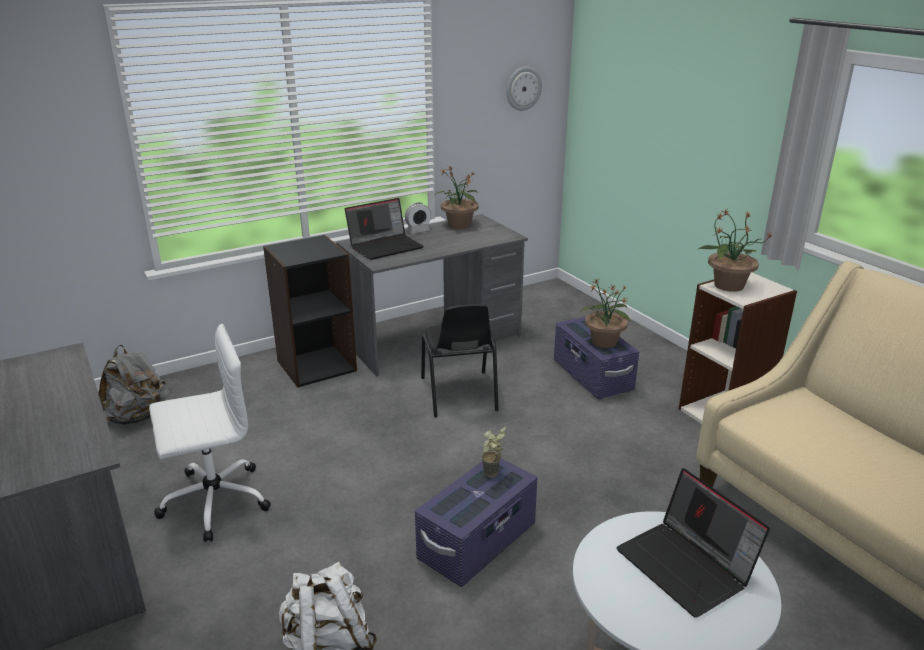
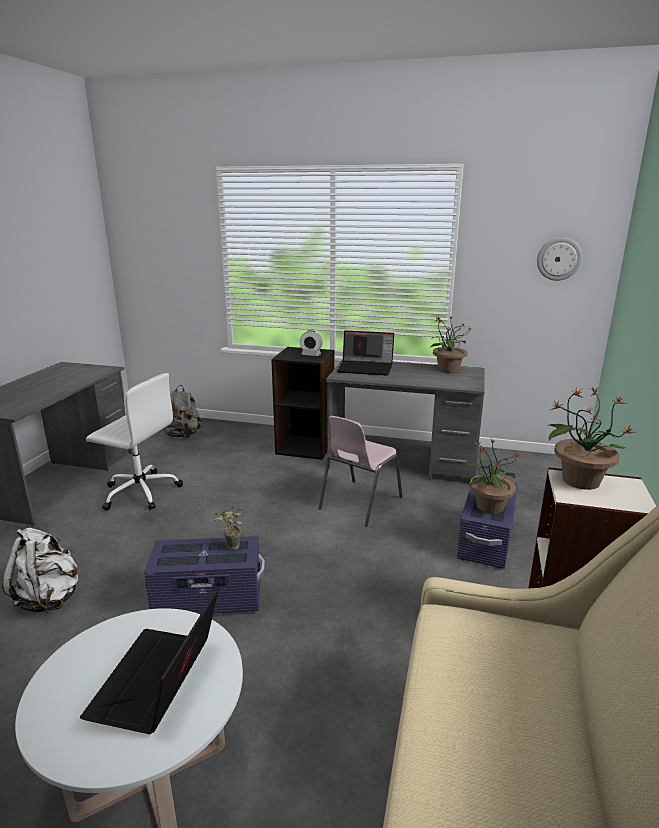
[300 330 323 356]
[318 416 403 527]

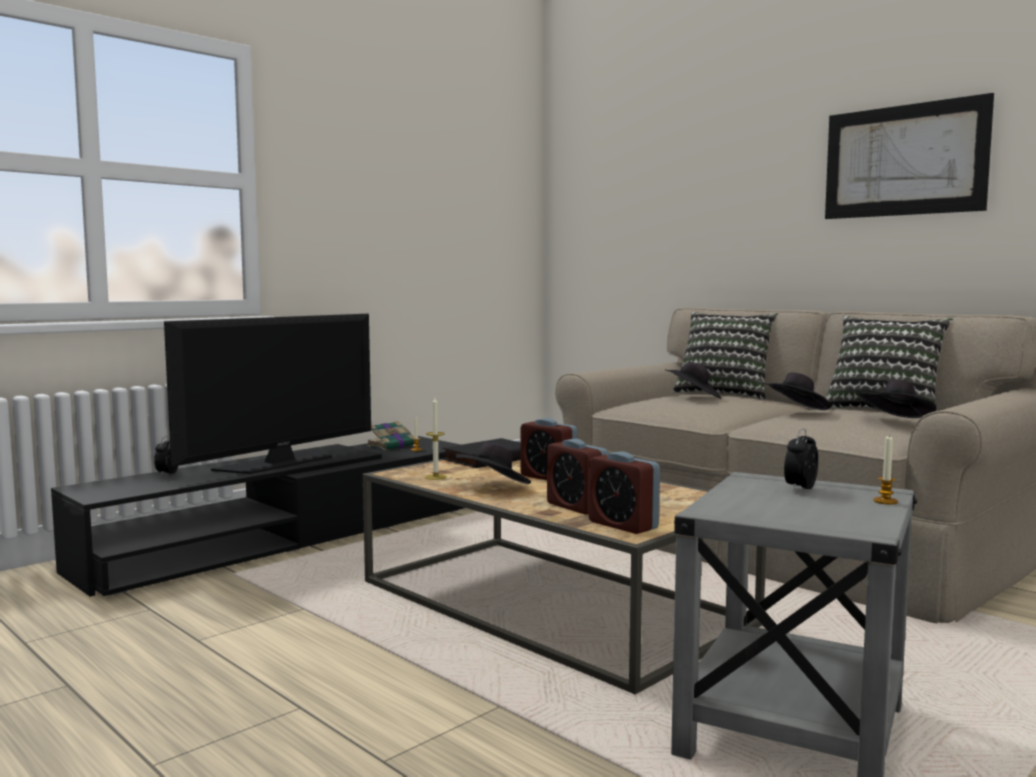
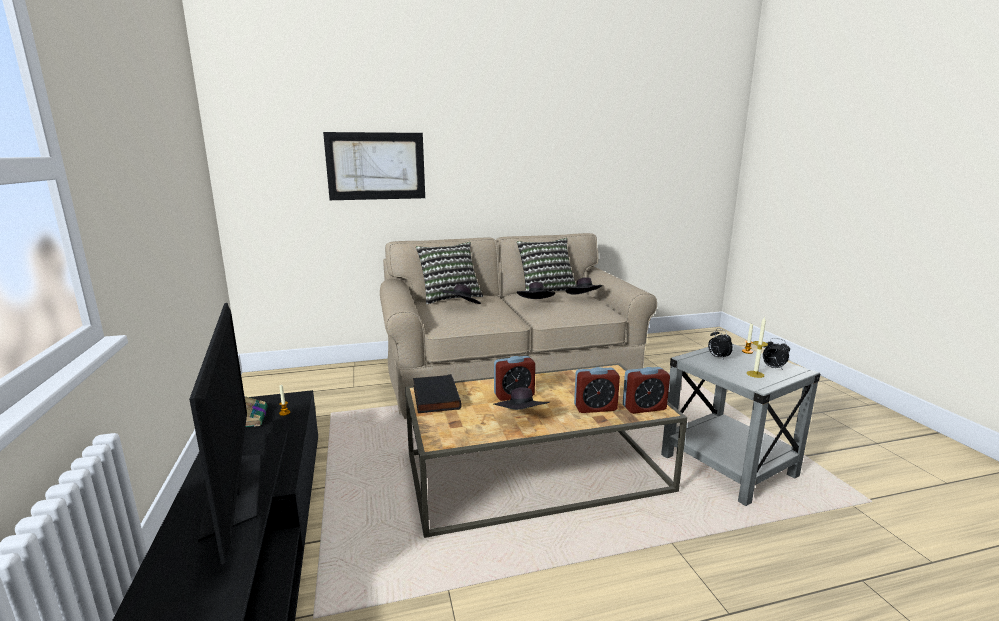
[763 338 790 370]
[747 316 768 378]
[323 132 425 200]

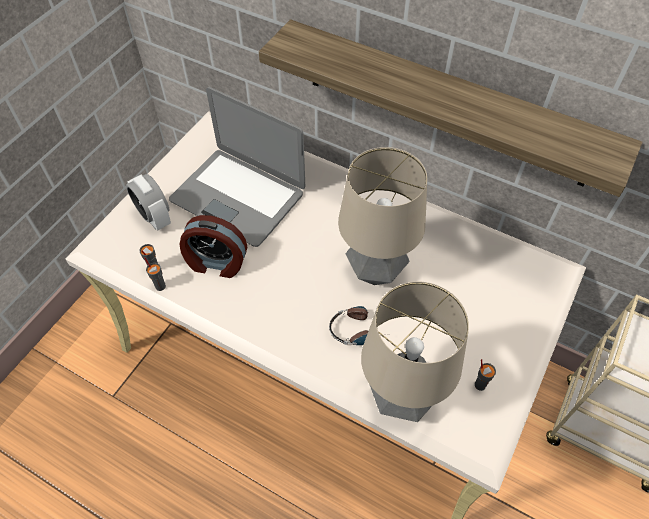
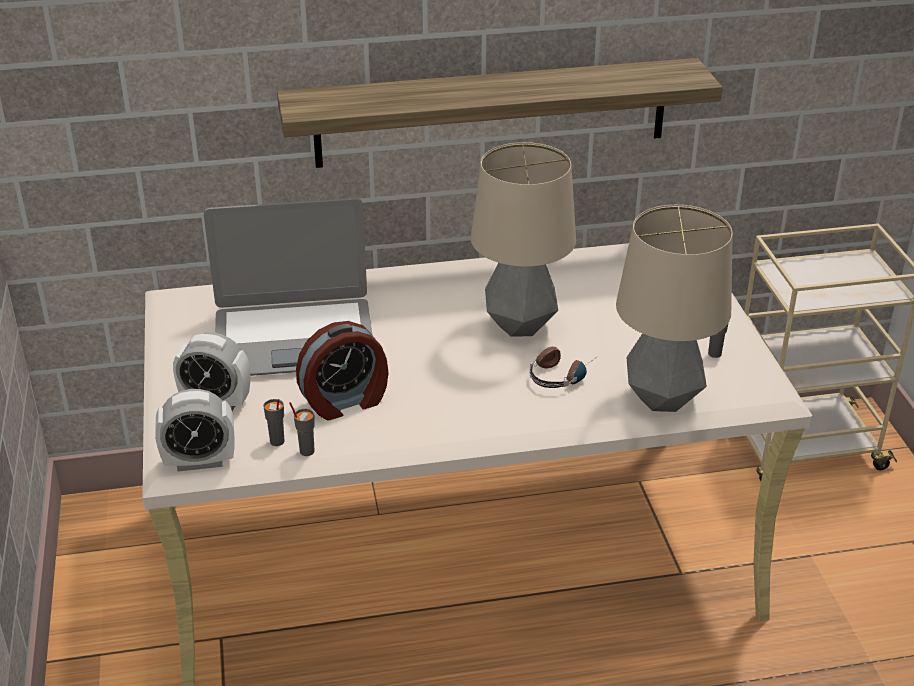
[155 389 234 471]

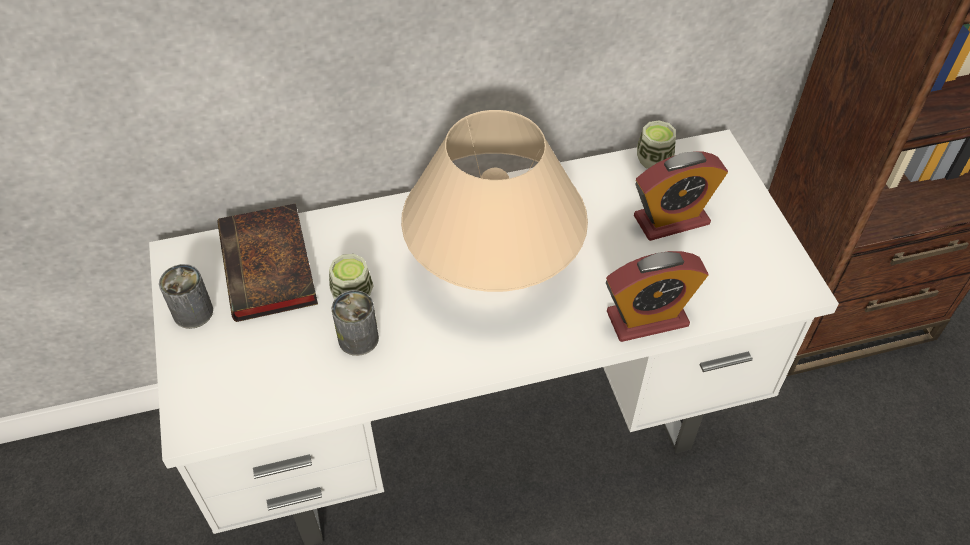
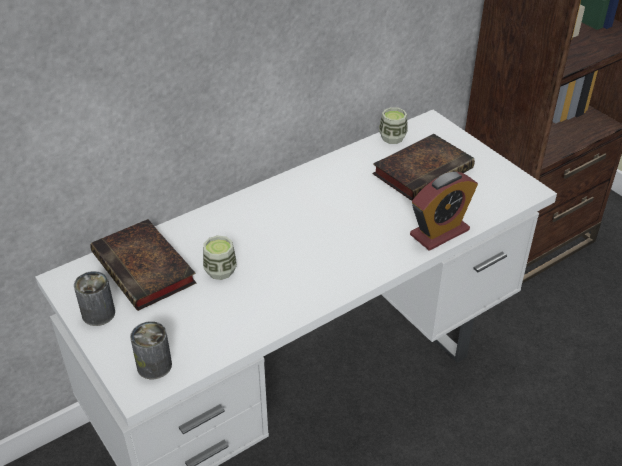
[130 321 172 379]
[401 110 588 292] (first image)
[372 134 475 201]

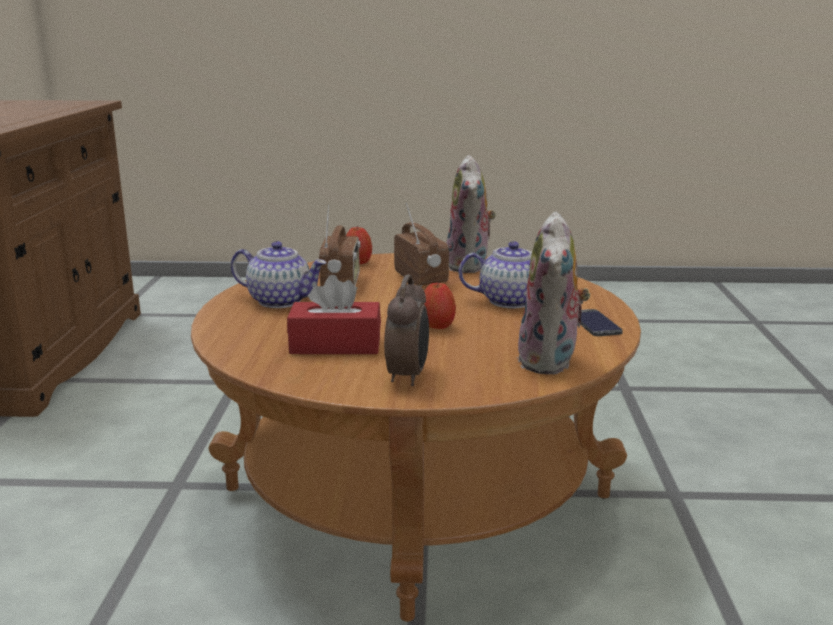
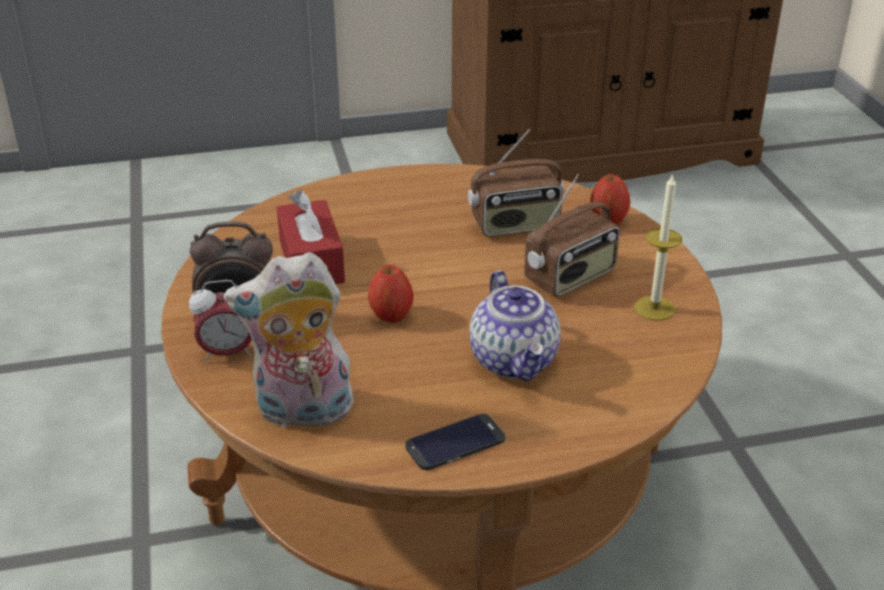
[231 241 327 308] (first image)
[634 173 682 321]
[189 280 252 362]

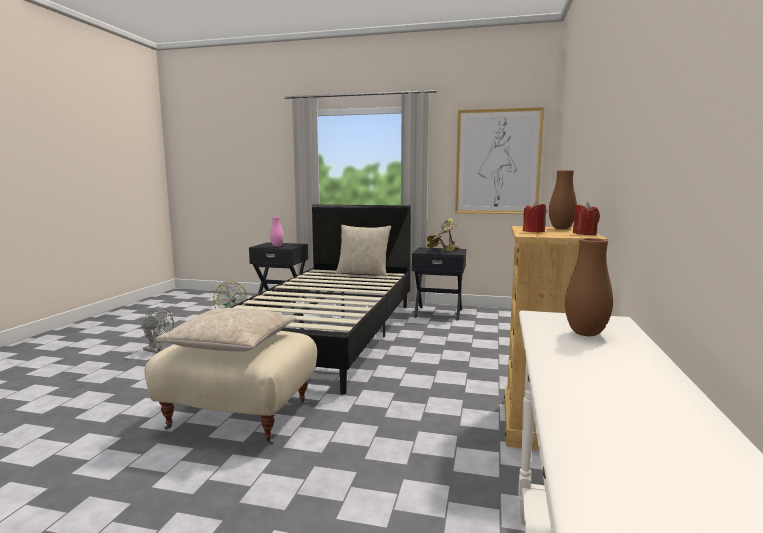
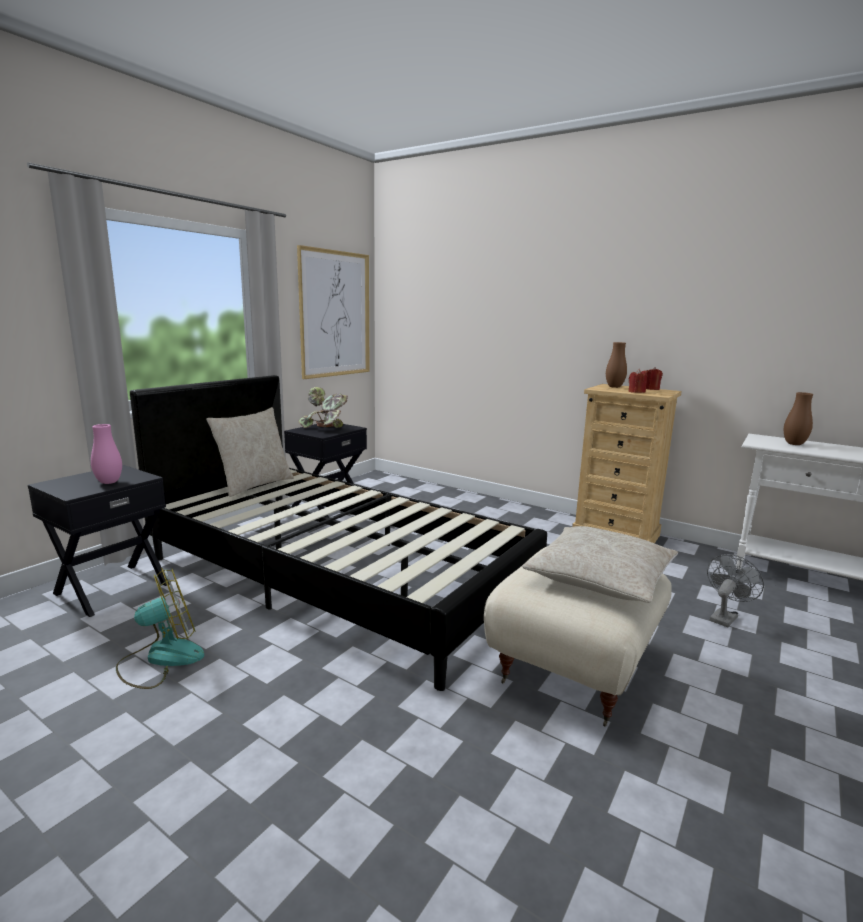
[707 554 764 627]

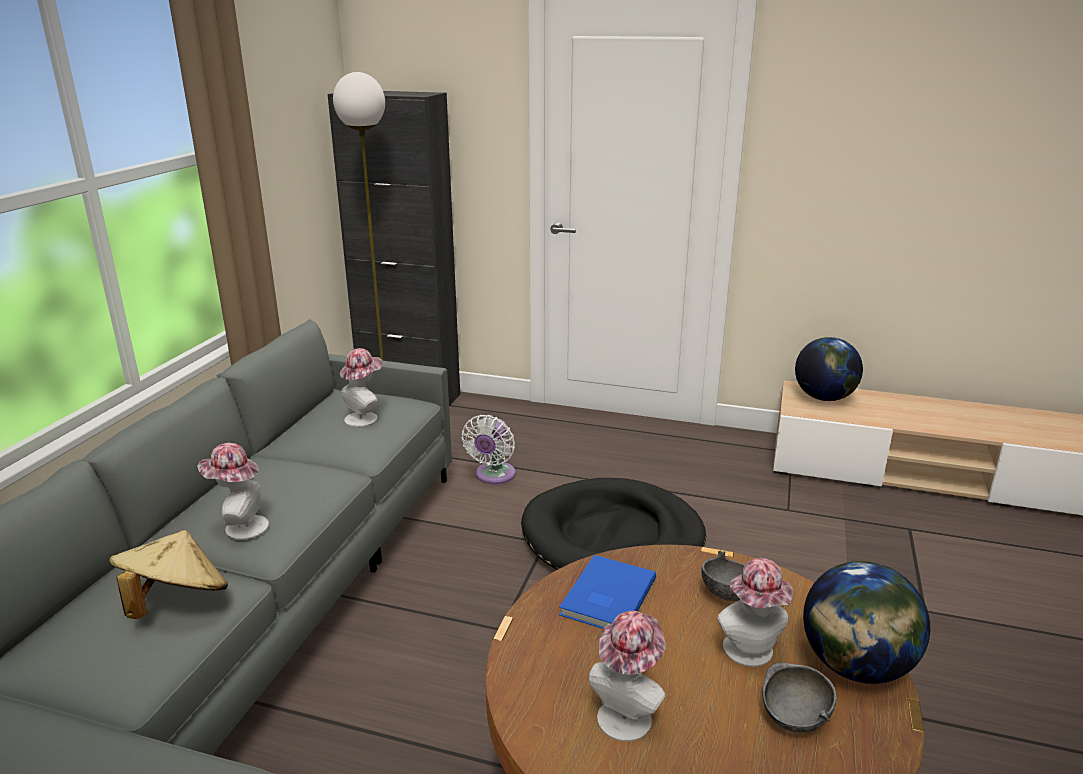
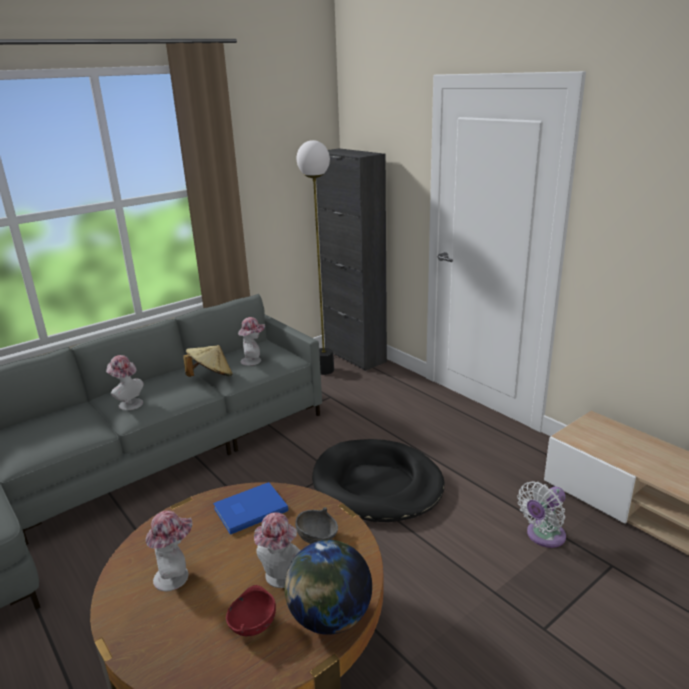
[183 345 233 377]
[517 481 566 548]
[226 585 276 637]
[795 337 863 401] (first image)

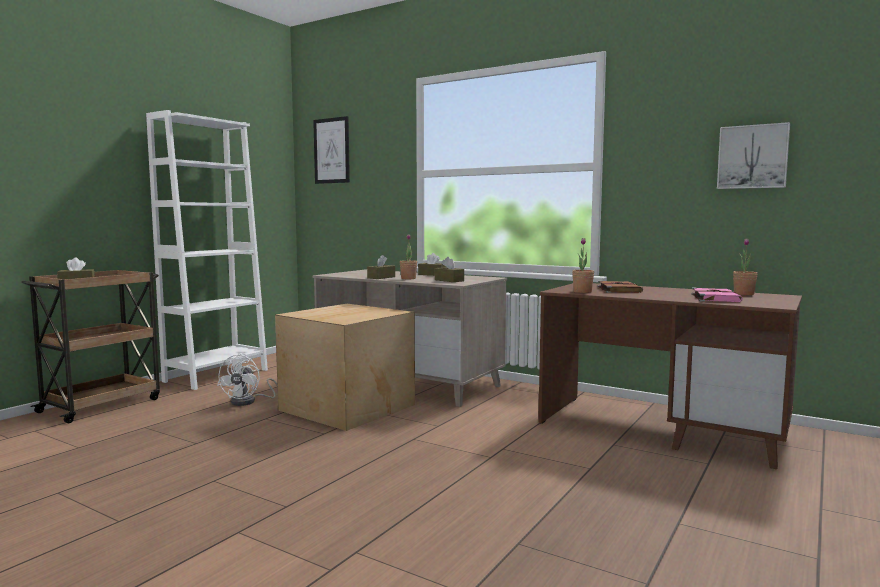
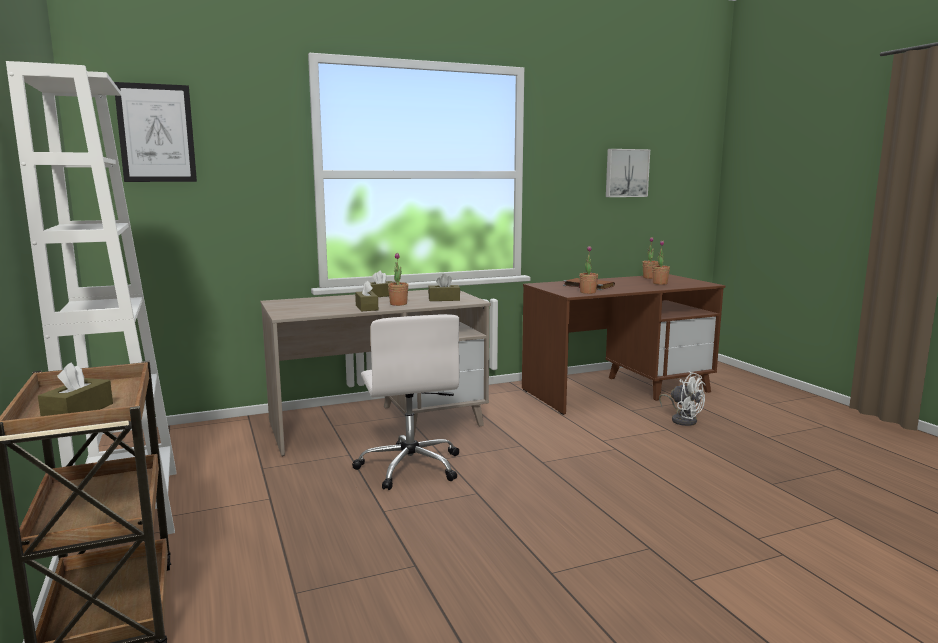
[659 371 705 426]
[352 314 459 490]
[652 241 670 285]

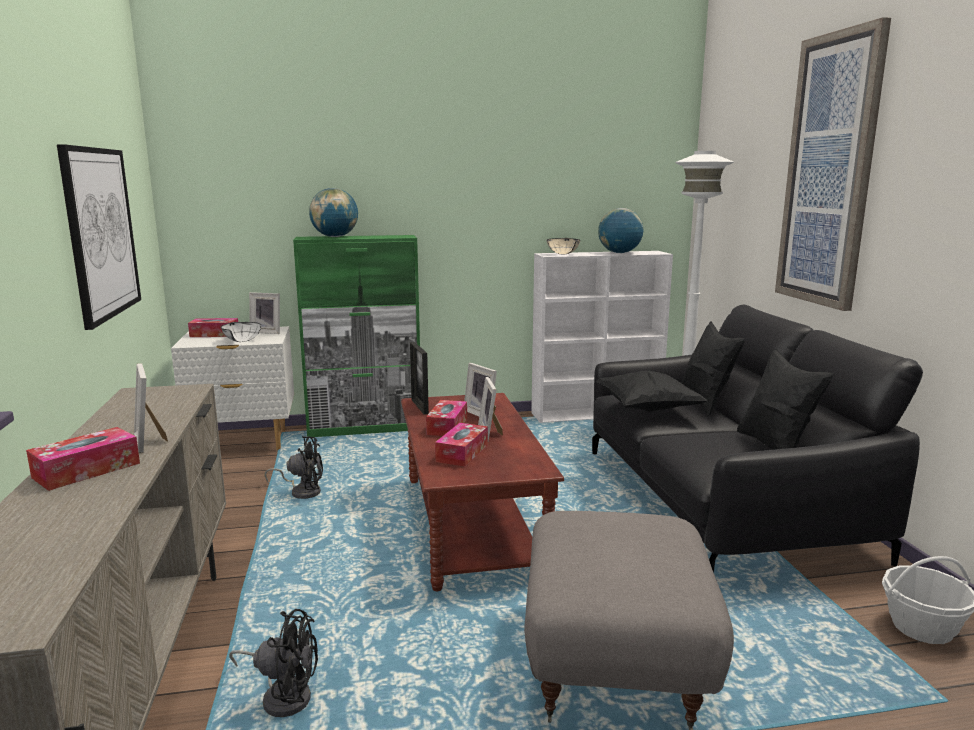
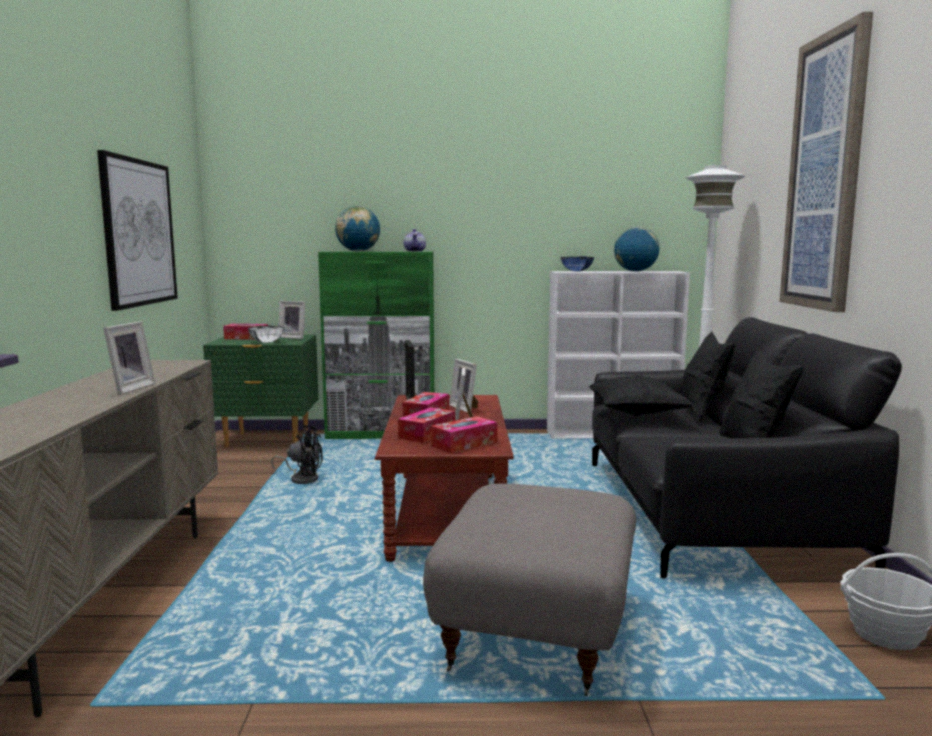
[431 416 498 453]
[103 321 155 395]
[203 335 318 448]
[229 609 318 717] (first image)
[560 256 594 272]
[404 229 426 252]

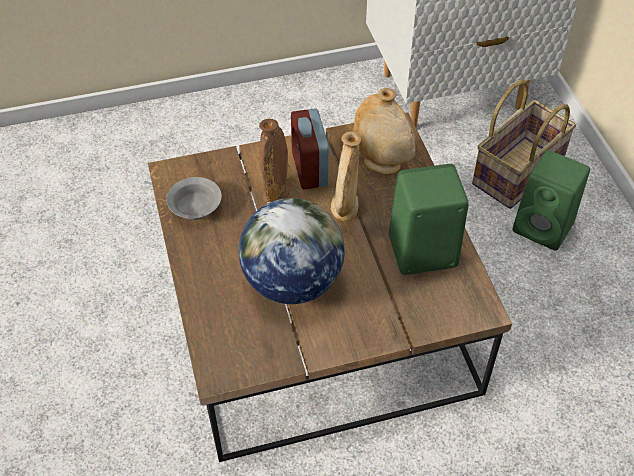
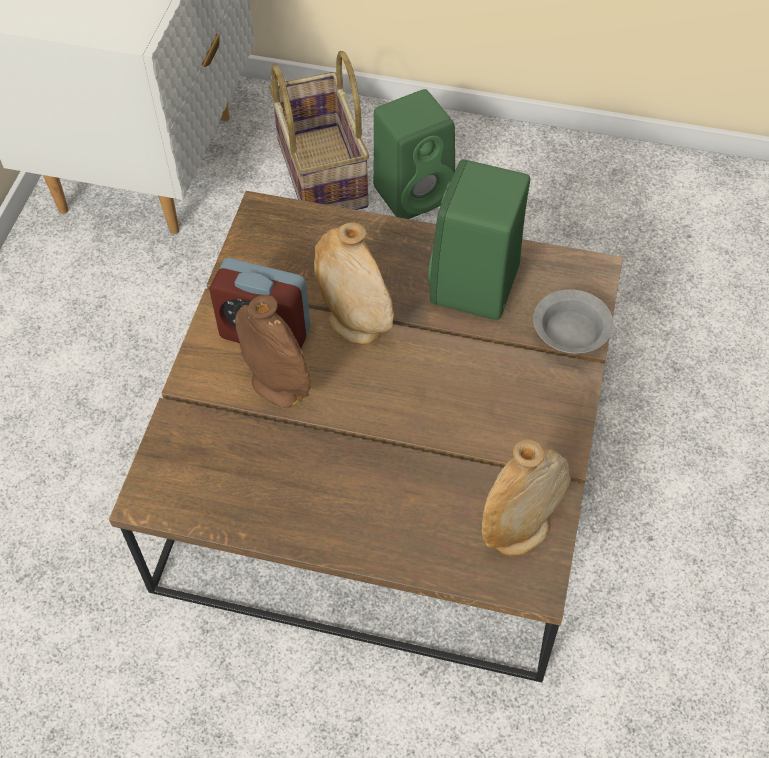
[533 289 613 354]
[239 198 345 304] (first image)
[482 440 571 556]

